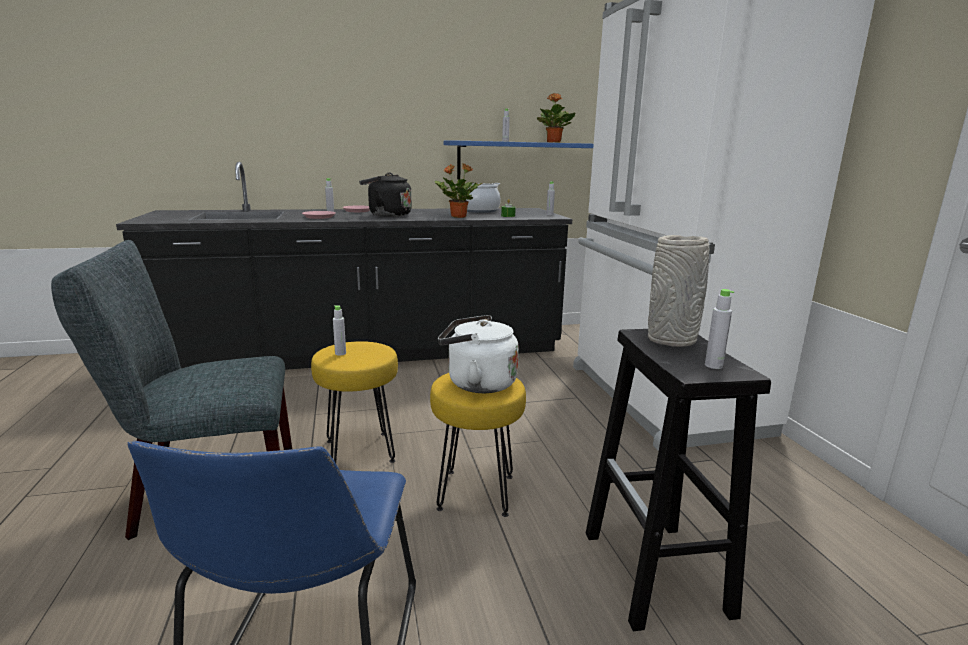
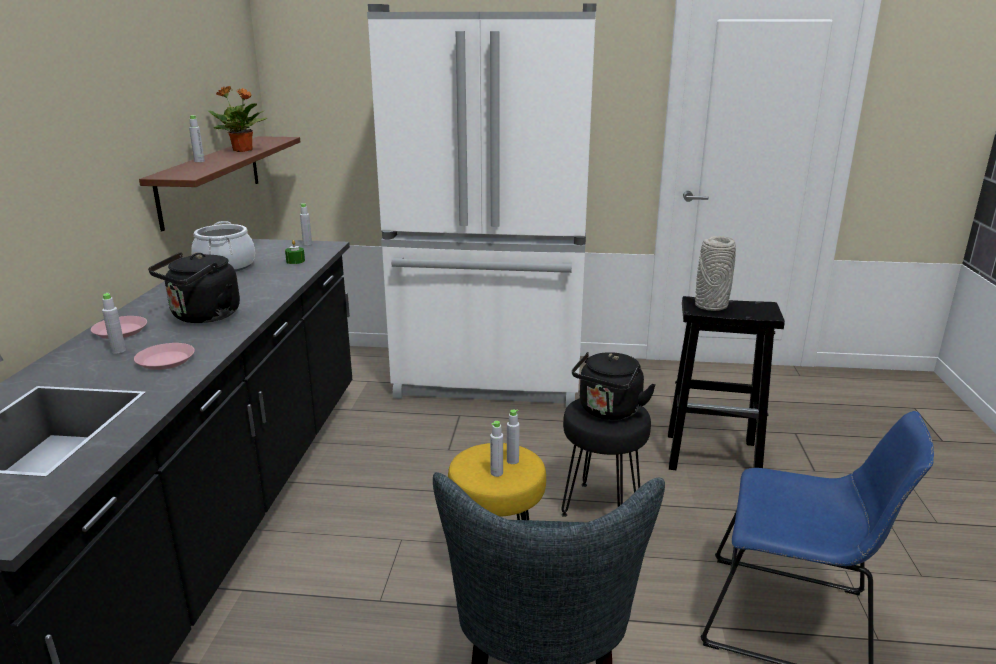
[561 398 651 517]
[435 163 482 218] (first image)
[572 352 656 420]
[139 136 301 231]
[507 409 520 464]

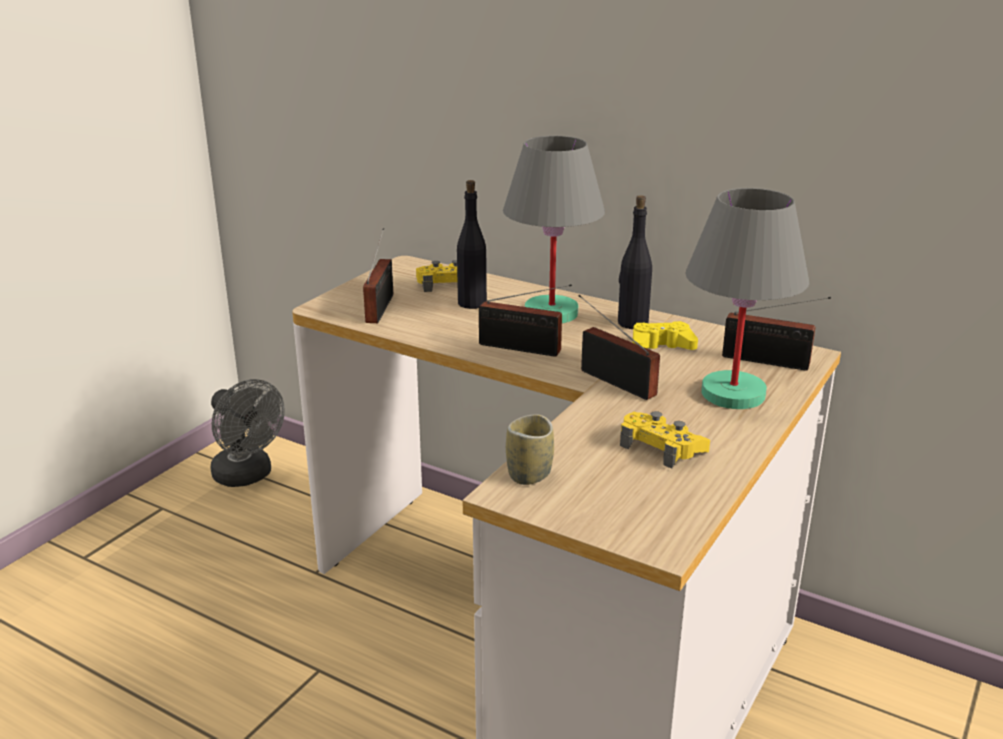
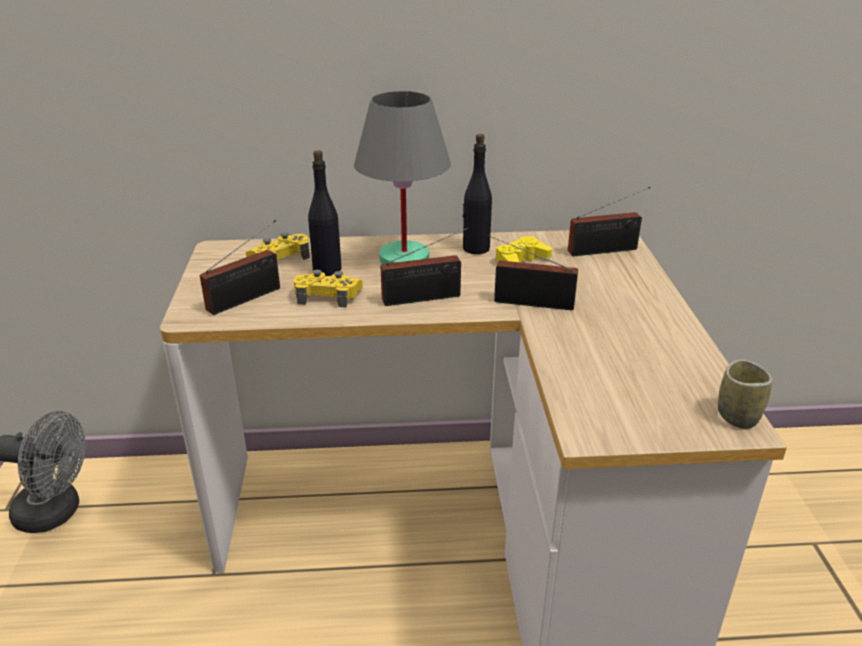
[200 220 280 315]
[718 360 772 429]
[294 269 363 308]
[685 188 809 409] (first image)

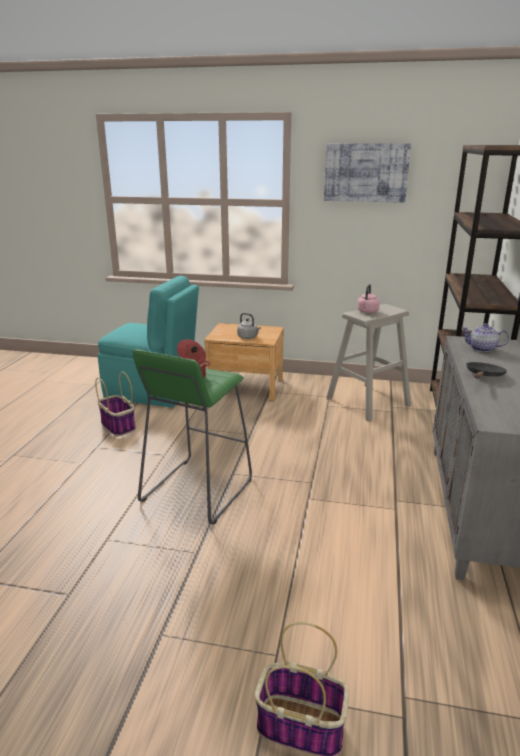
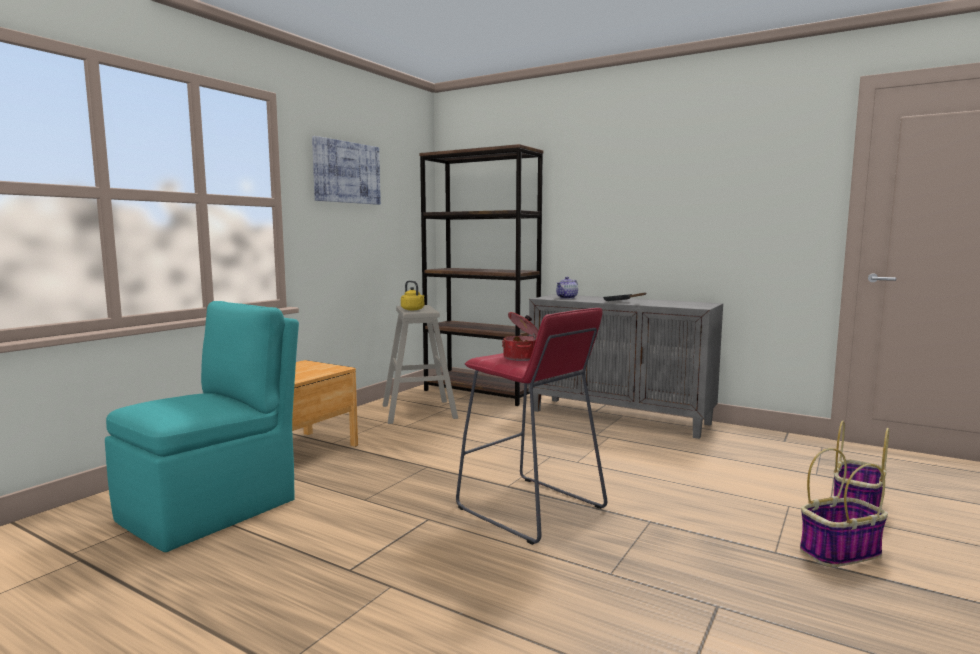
[800 448 888 567]
[456 308 607 545]
[237 313 261 339] (first image)
[401 280 424 310]

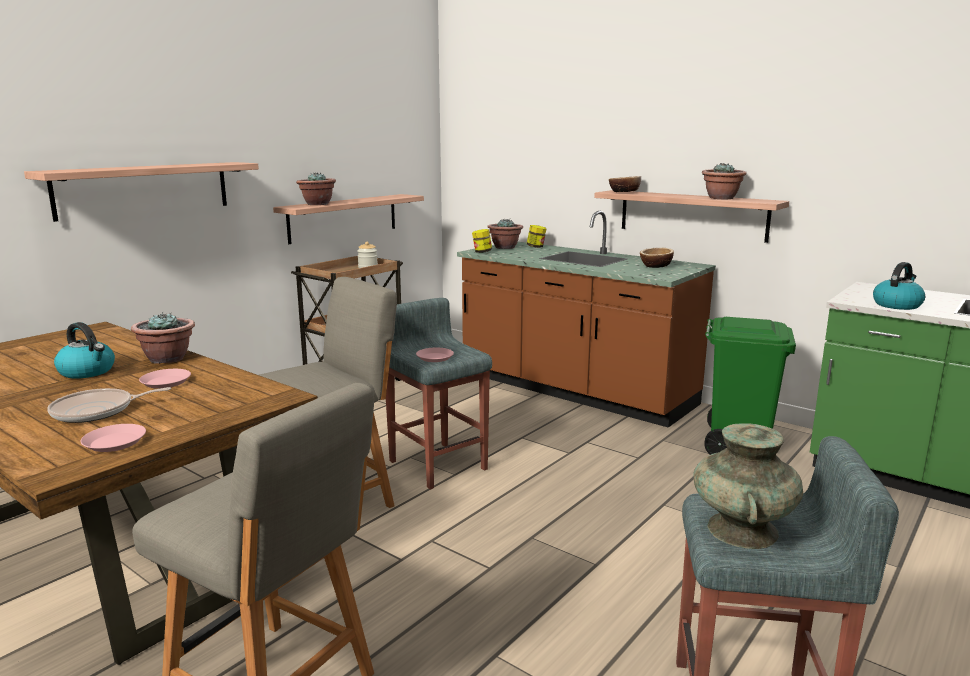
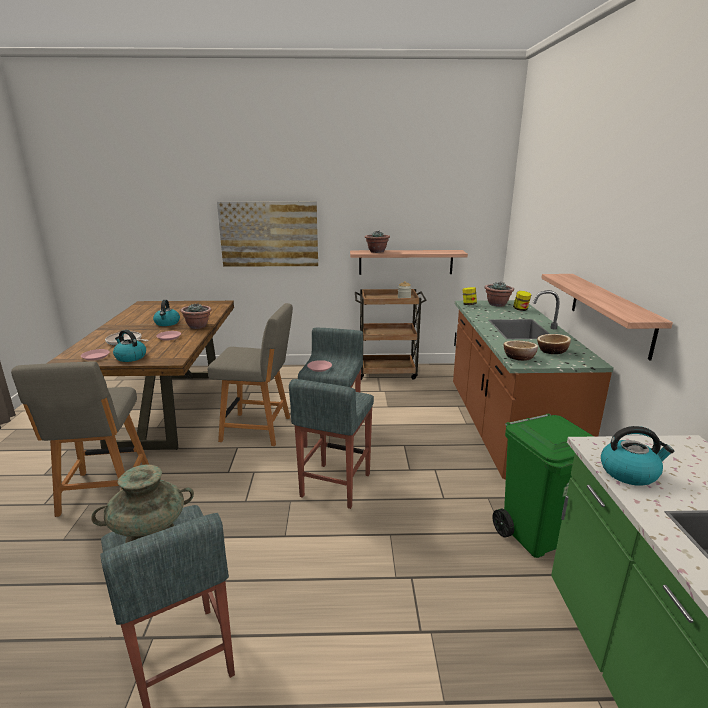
[217 201 318 267]
[504 341 538 361]
[702 163 747 199] (first image)
[113 330 146 362]
[289 379 374 509]

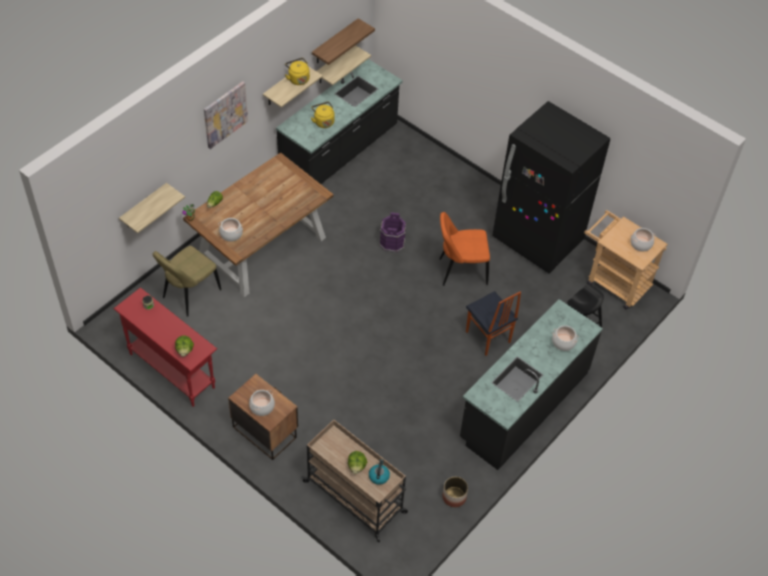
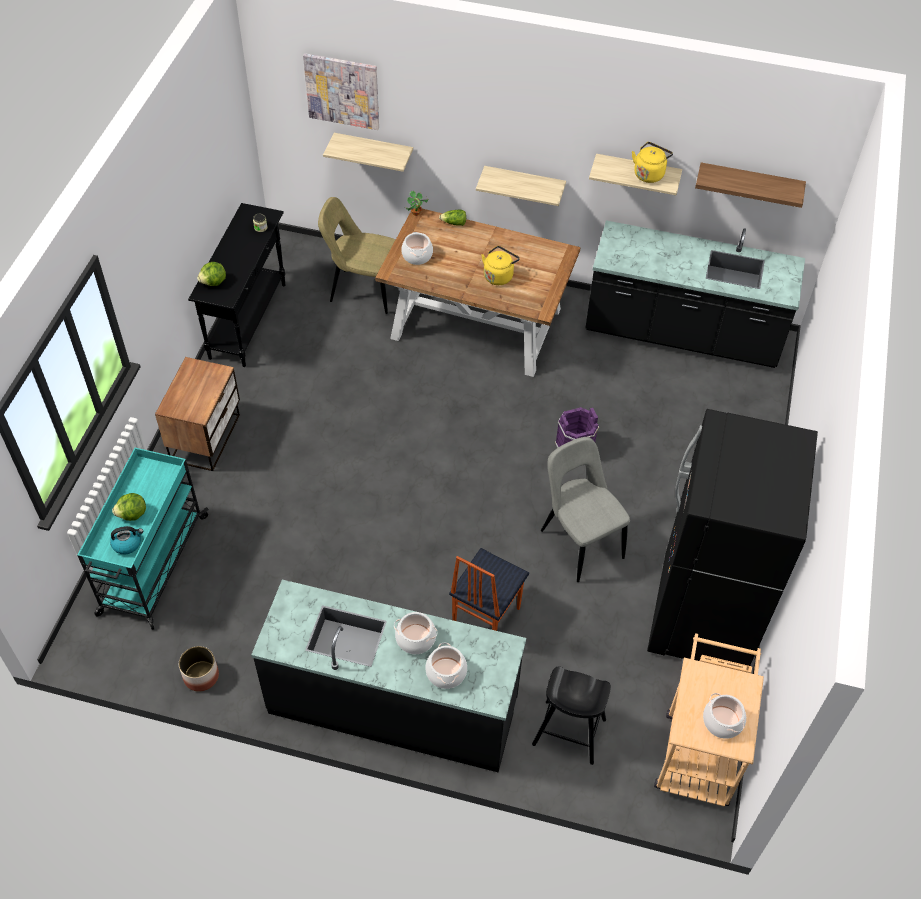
[188 203 285 367]
[303 53 379 130]
[394 612 437 654]
[77 448 209 630]
[482 246 520 285]
[476 166 566 206]
[541 437 630 582]

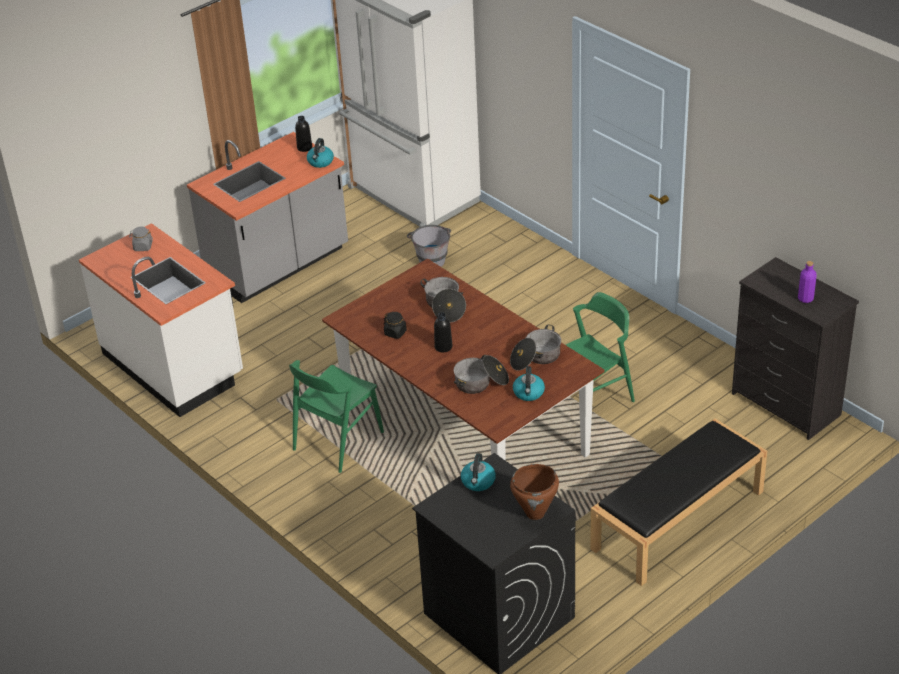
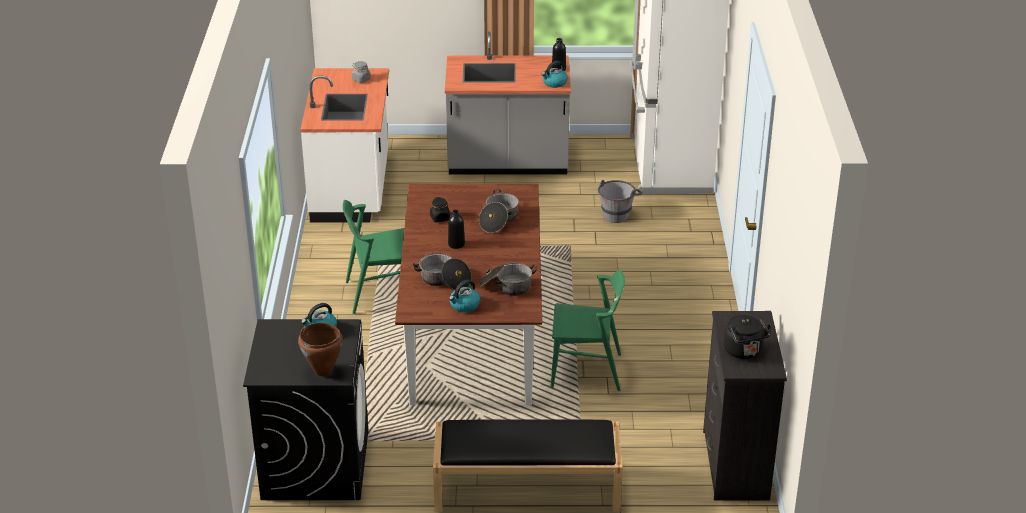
[724 315 771 359]

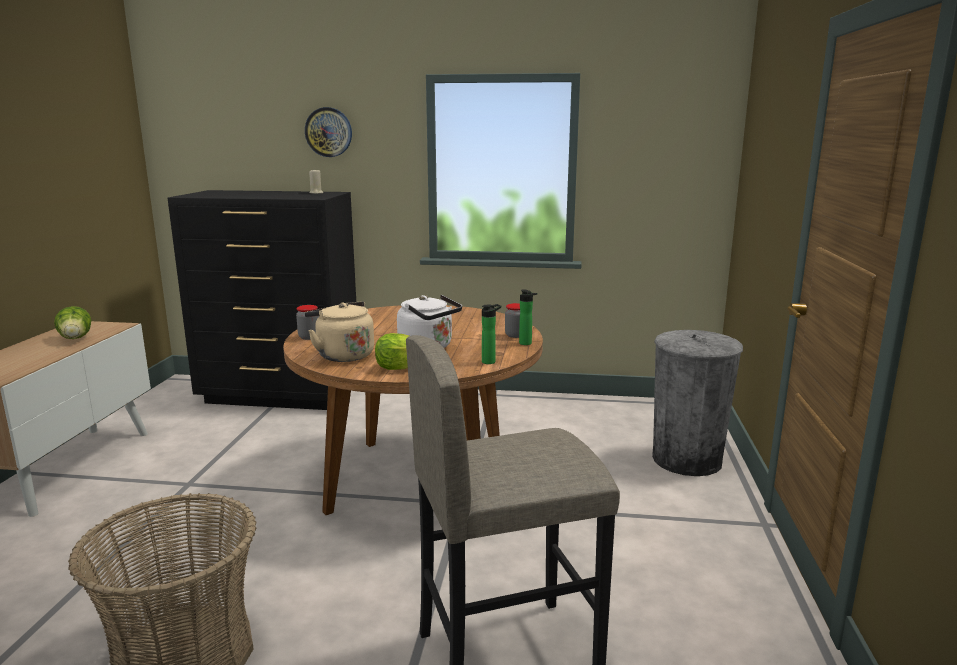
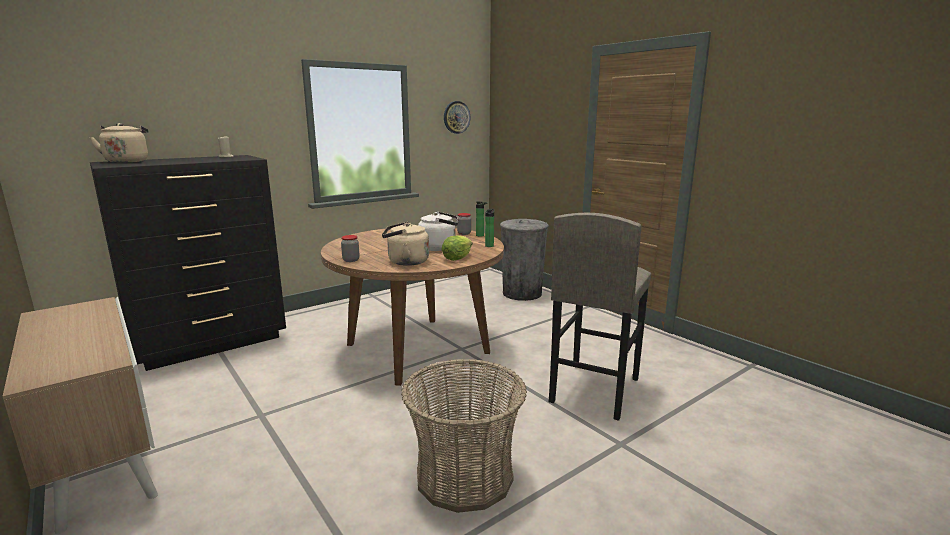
[54 306 91 339] (first image)
[444 101 471 134]
[90 123 148 163]

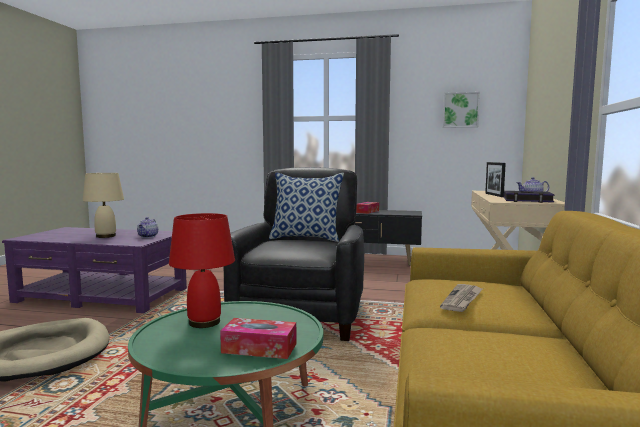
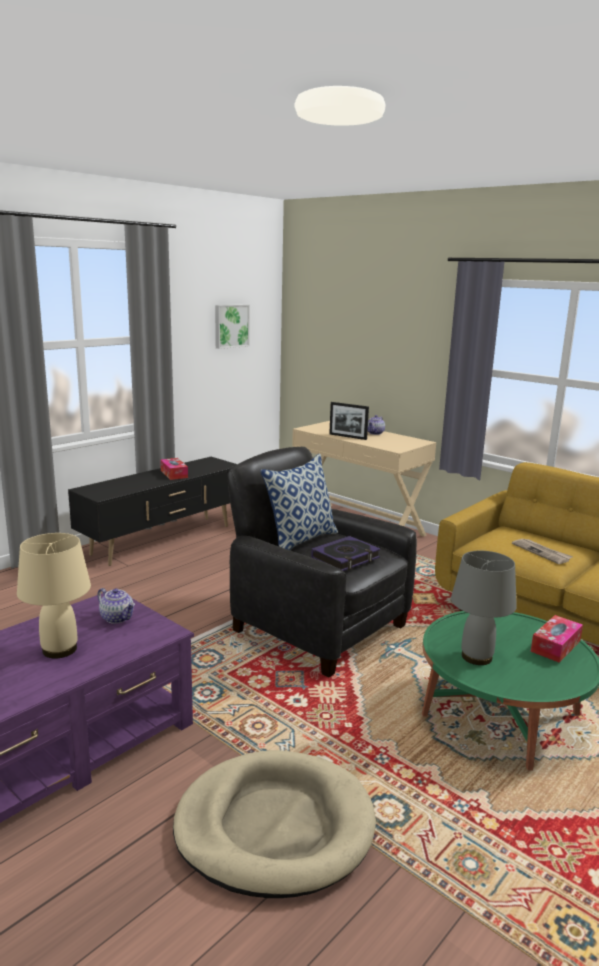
[451 551 517 665]
[311 536 381 571]

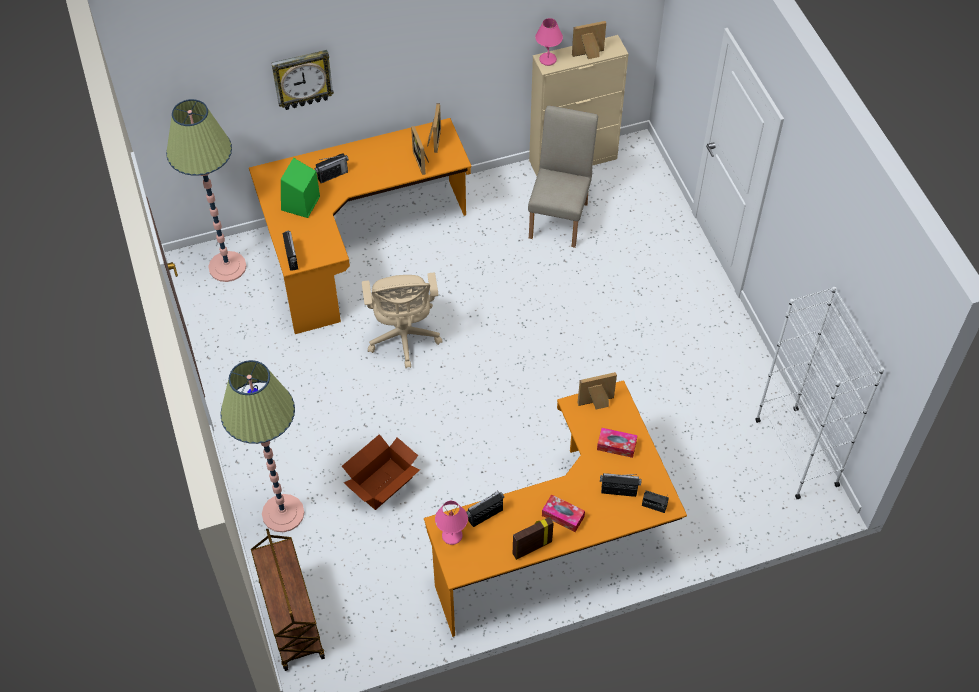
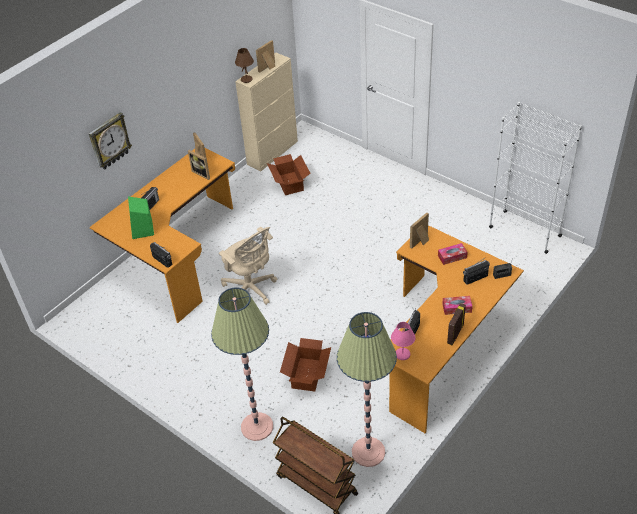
[337 312 397 467]
[267 154 311 195]
[235 48 254 83]

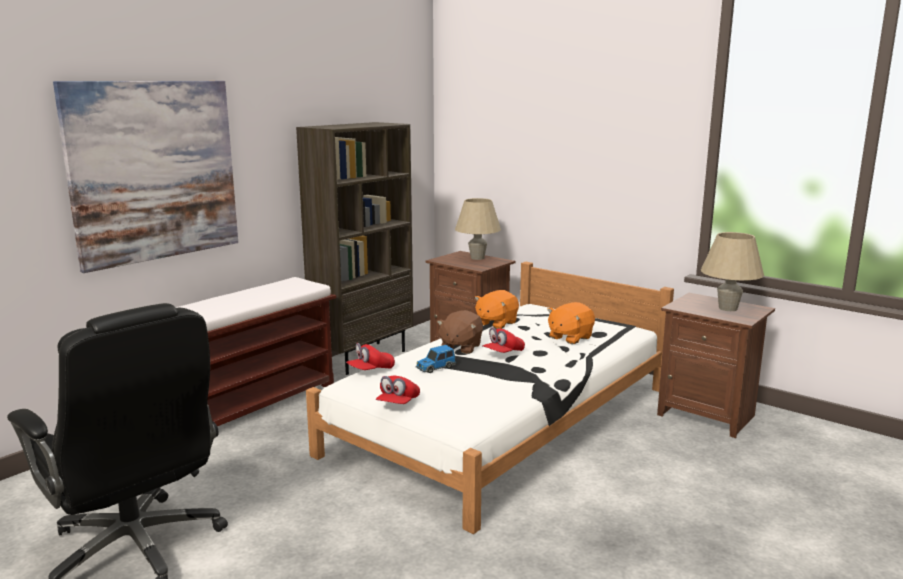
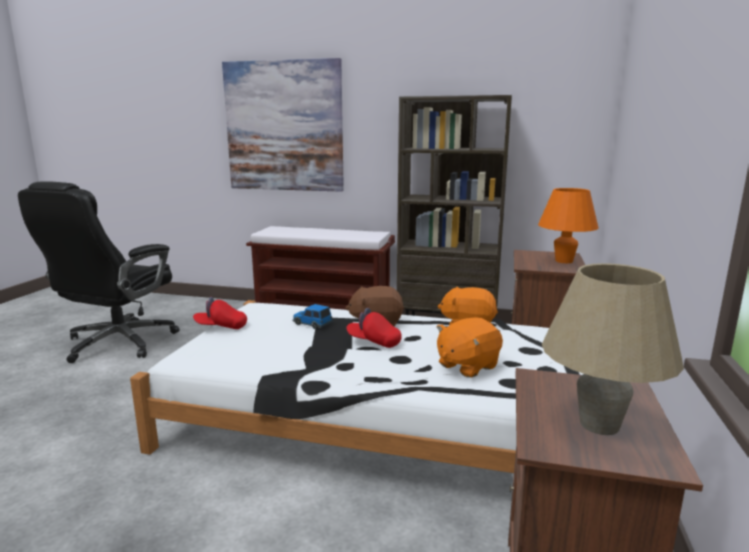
[346 343 395 370] (first image)
[538 188 599 263]
[436 317 503 378]

